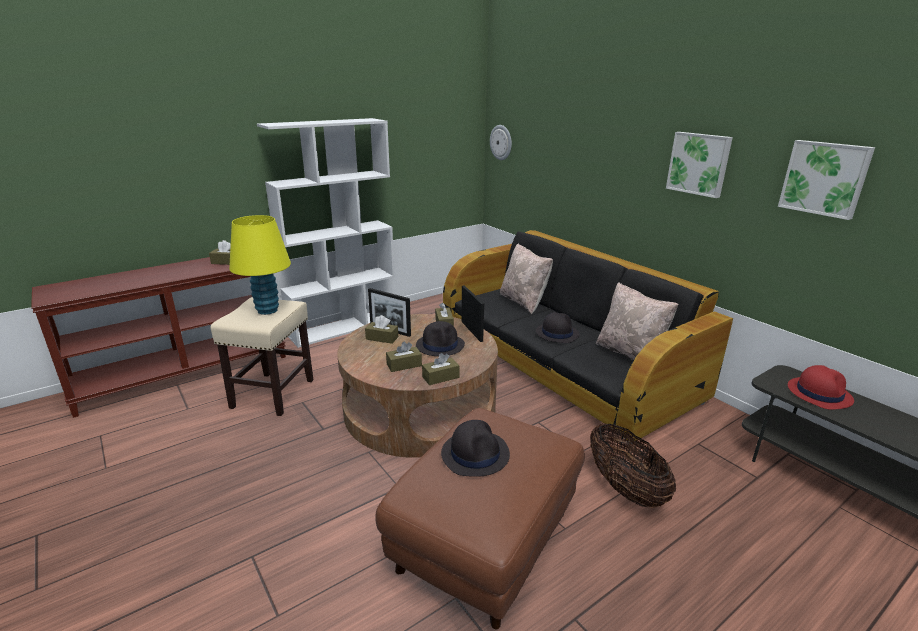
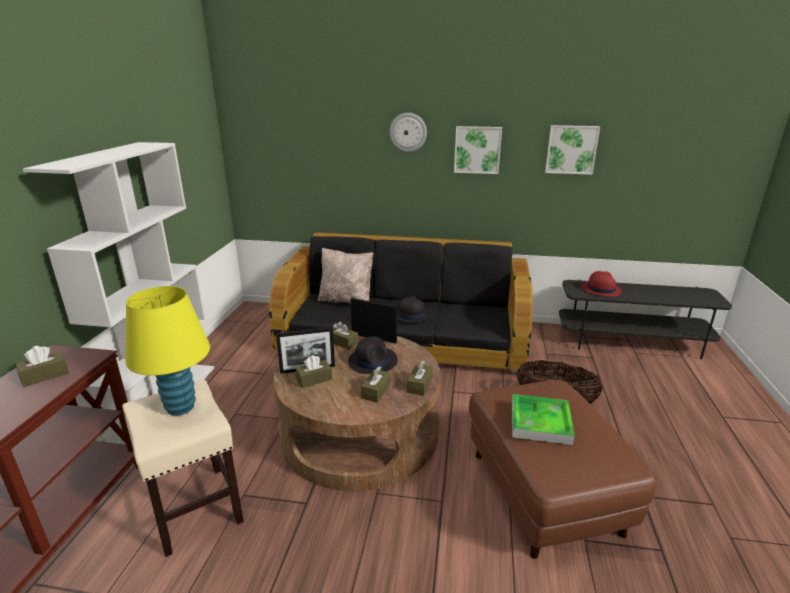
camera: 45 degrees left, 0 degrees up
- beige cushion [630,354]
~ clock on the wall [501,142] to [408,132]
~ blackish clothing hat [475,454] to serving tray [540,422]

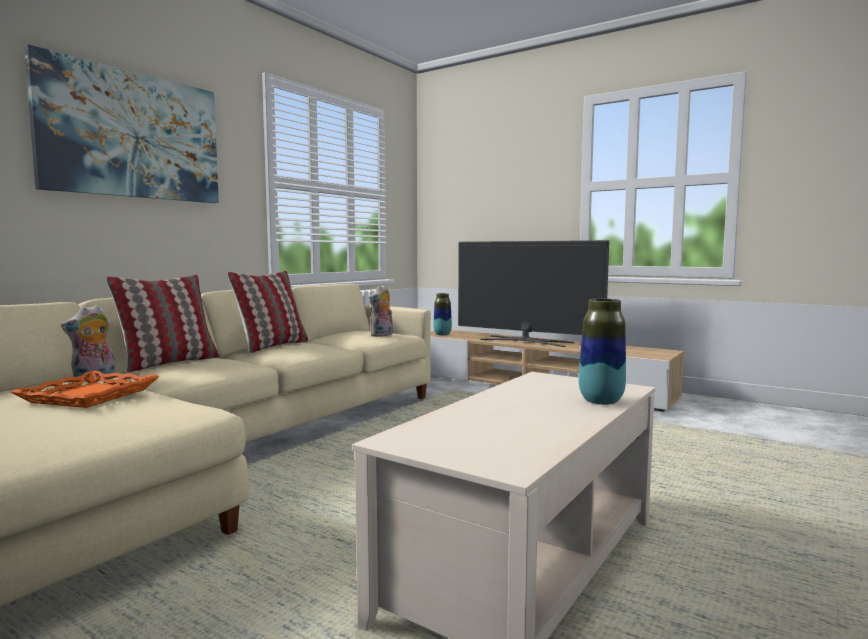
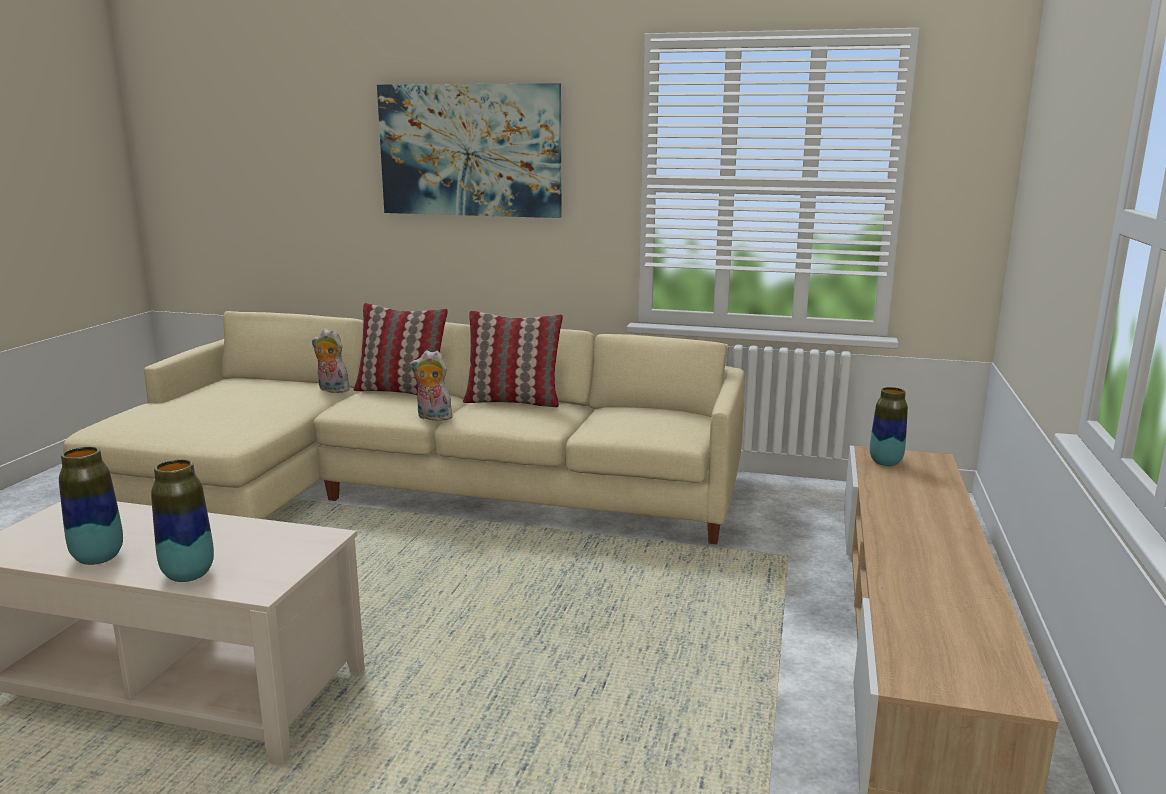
camera: 70 degrees right, 10 degrees up
- orange serving tray [89,396]
- TV set [526,341]
+ decorative vase [98,558]
~ plush toy [382,335] to [432,417]

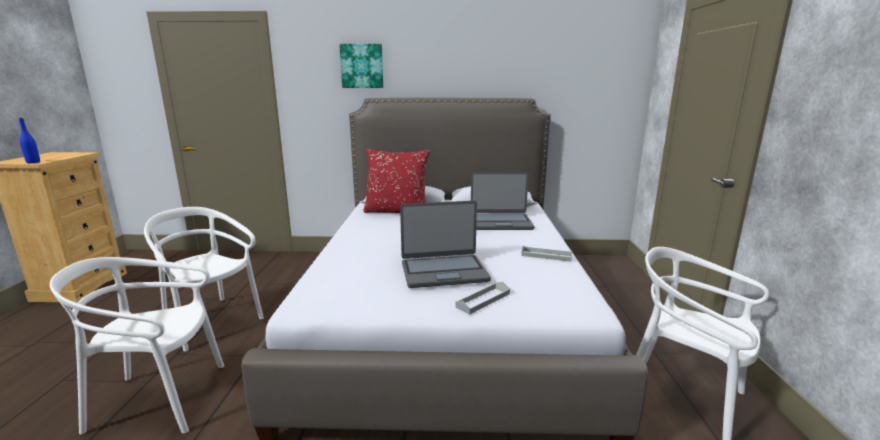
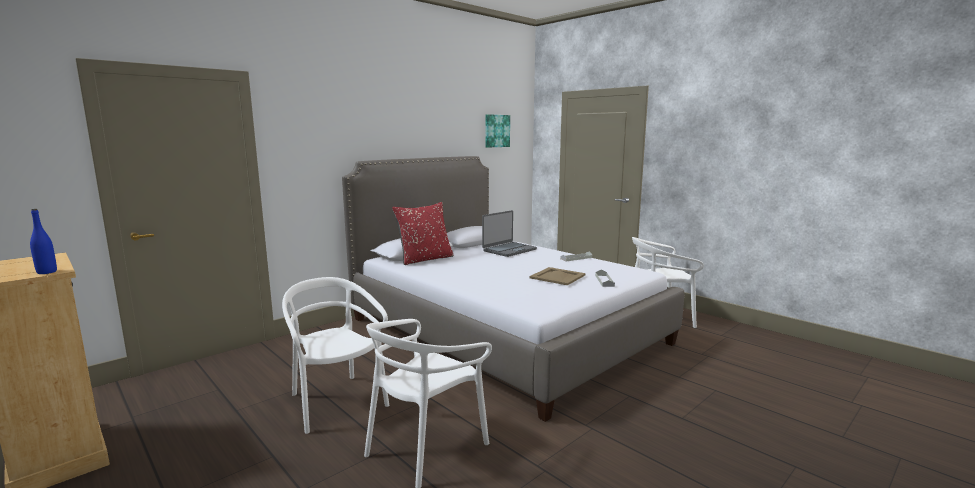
camera: 45 degrees left, 5 degrees down
~ picture [362,66] to [496,131]
~ notebook computer [443,271] to beige serving tray [557,276]
~ white-coloured upright chair [210,322] = [336,402] 60 degrees clockwise

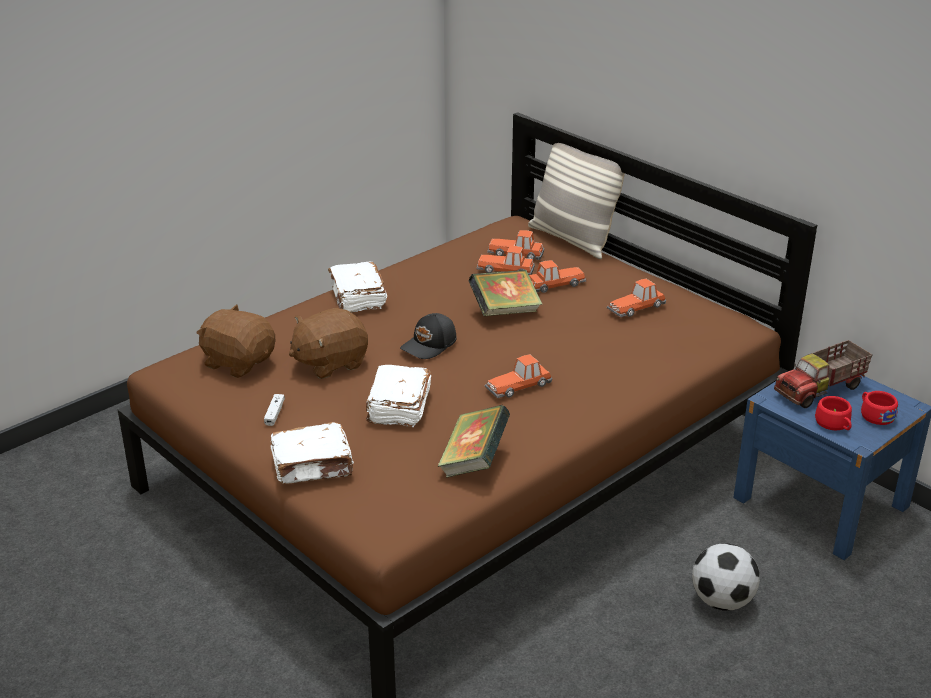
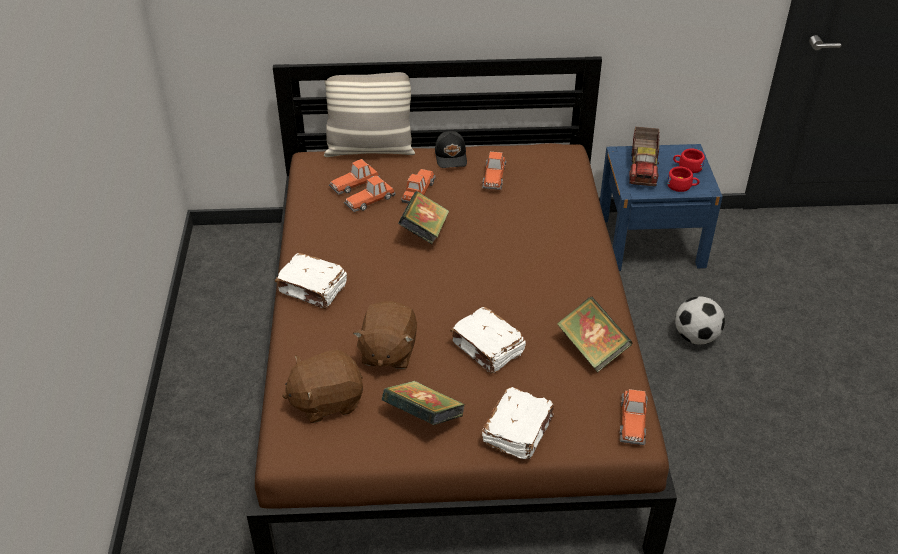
camera: 50 degrees left, 10 degrees up
~ blackish peaked cap [430,345] to [451,156]
~ model car [518,386] to [632,420]
~ white-coloured joypad [274,413] to book [423,417]

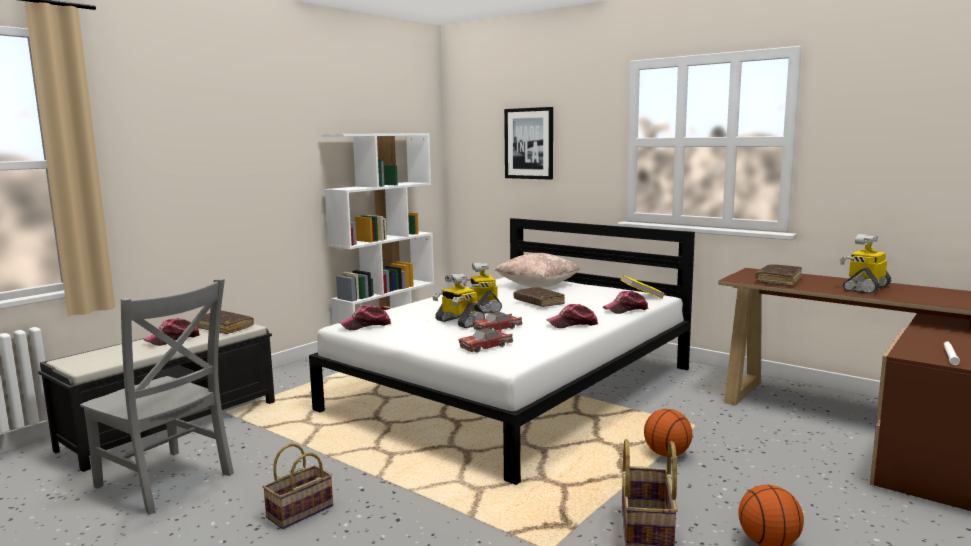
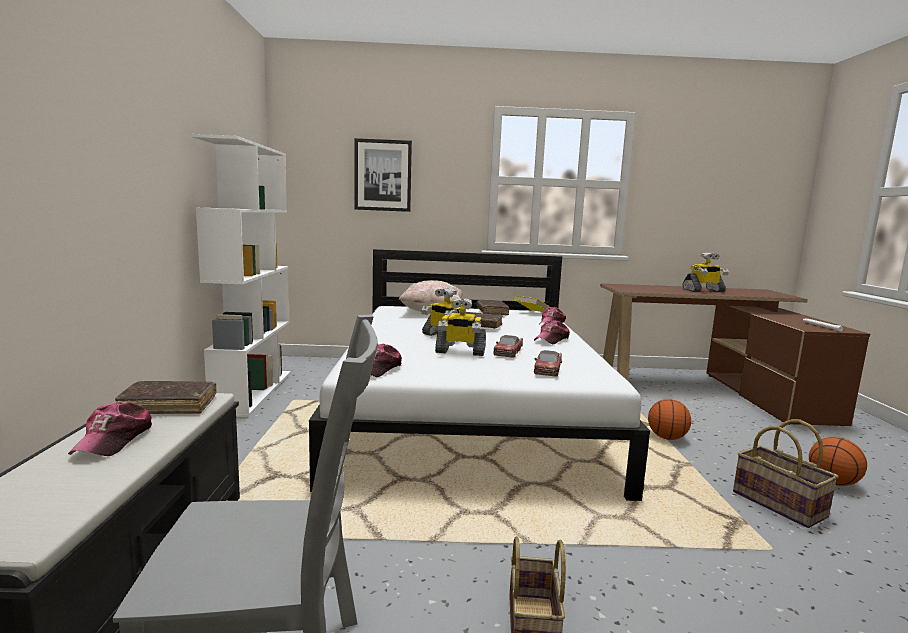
camera: 40 degrees left, 0 degrees up
~ brown-coloured book [778,280] to [492,312]
~ toy robot [865,288] = [703,290] 105 degrees counterclockwise

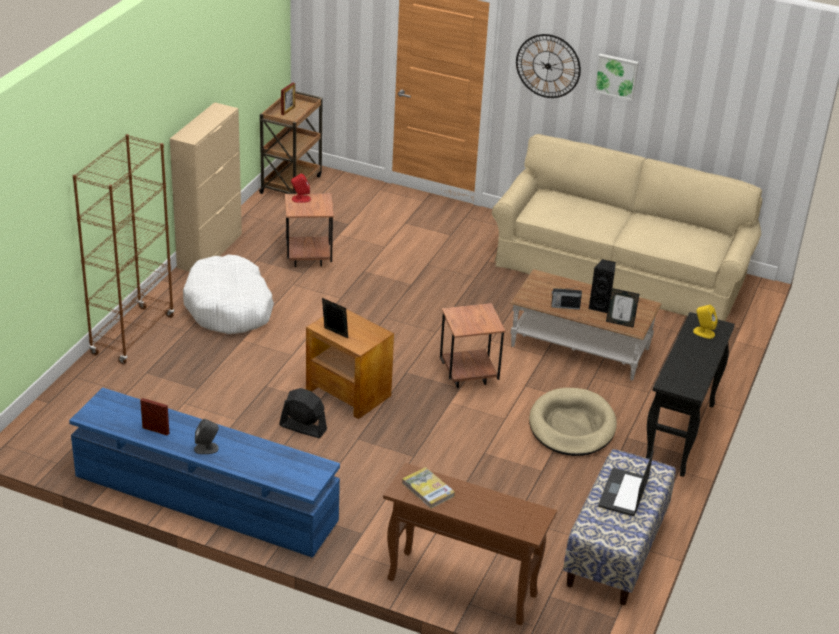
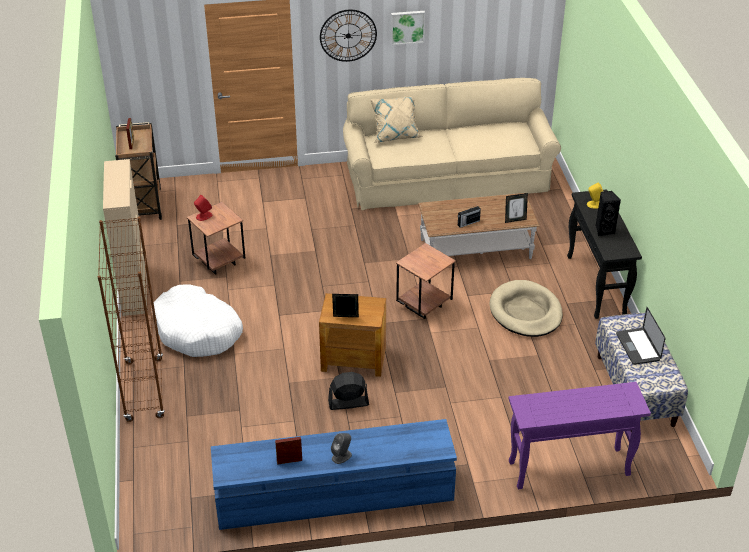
camera: 30 degrees left, 5 degrees up
- book [428,490]
+ beige cushion [395,135]
~ blackish loudspeaker [600,306] to [604,230]
~ brown-coloured narrow table [460,587] to purple-coloured narrow table [568,469]

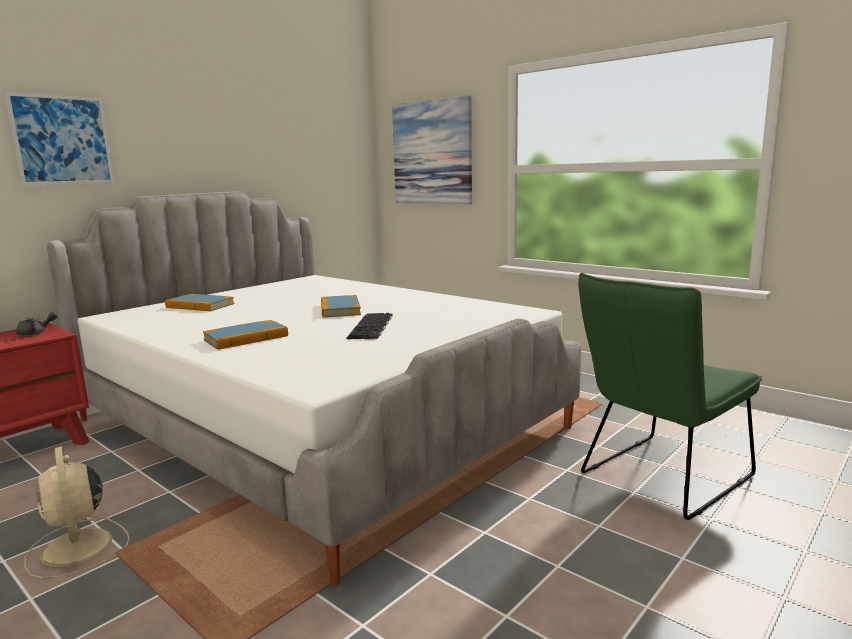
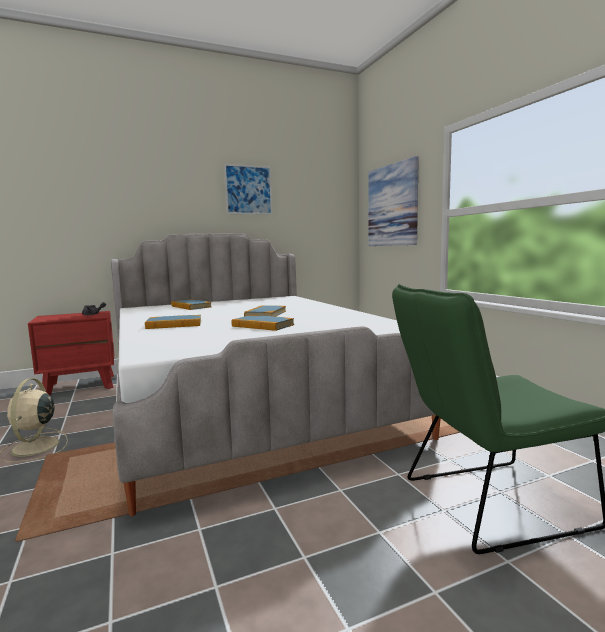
camera: 25 degrees right, 5 degrees down
~ picture [62,140] to [248,190]
~ computer keyboard [372,327] to book [262,325]

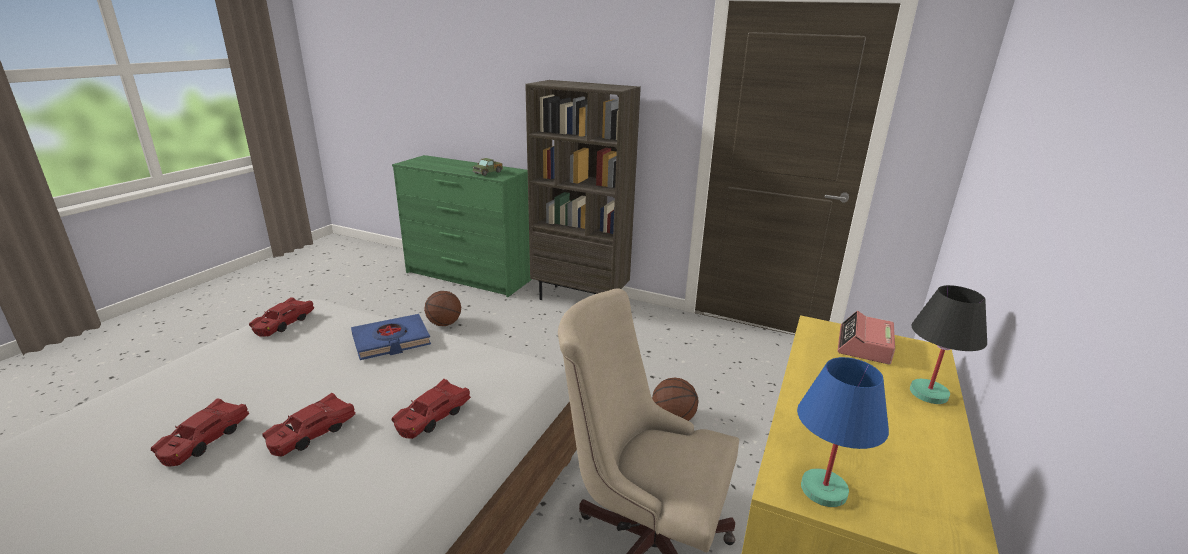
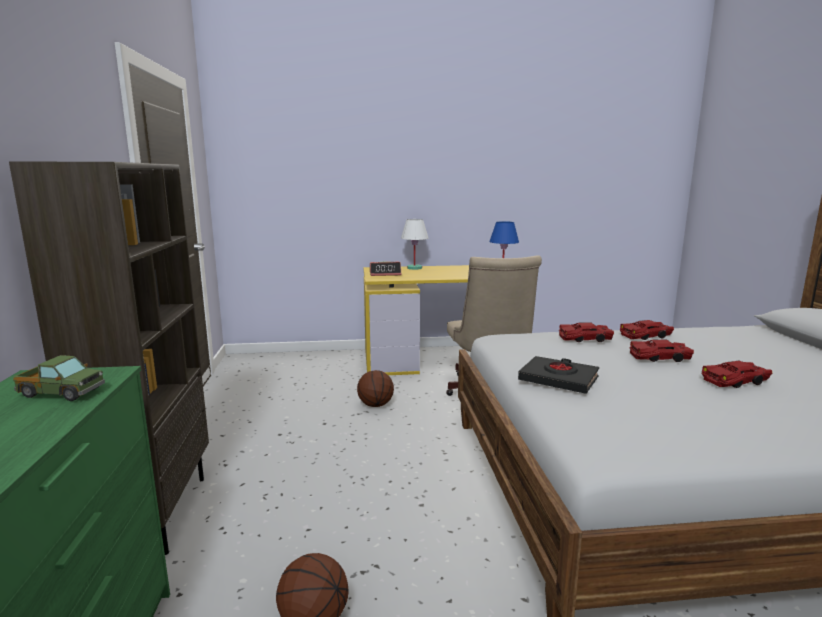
camera: 120 degrees left, 10 degrees down
~ red-coloured model car [283,323] to [646,336]
~ blue-coloured book [391,341] to blackish book [558,379]
~ blackish lamp for a table [929,394] to white-coloured lamp for a table [414,268]

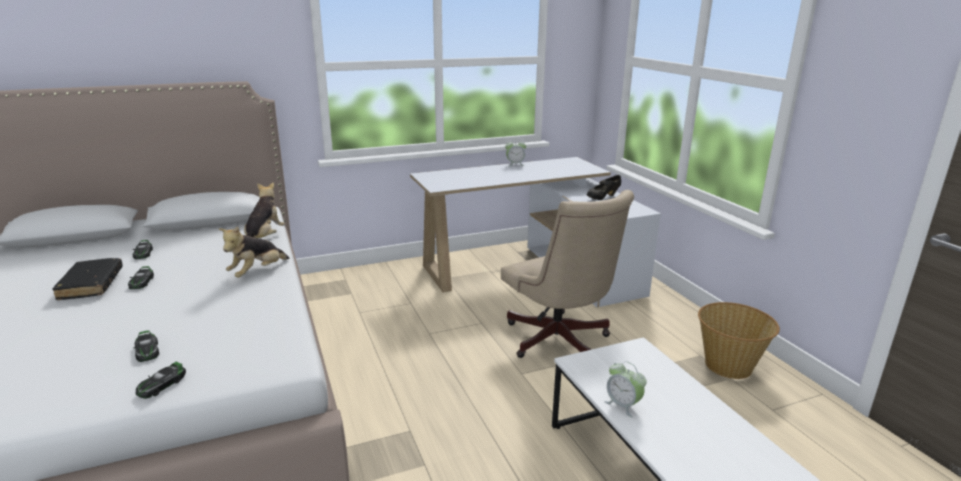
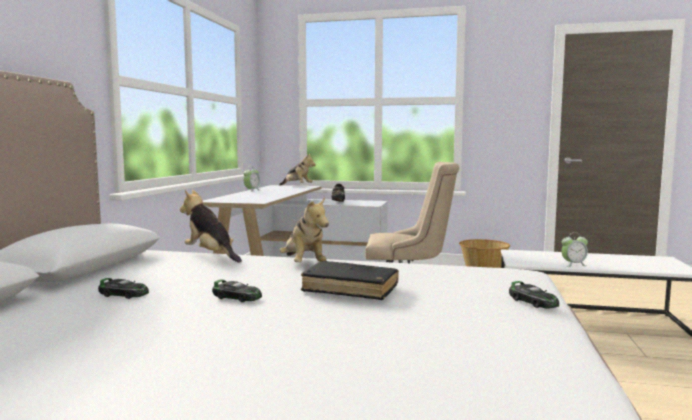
camera: 55 degrees left, 15 degrees down
- model car [147,350]
+ plush toy [297,186]
~ blackish book [91,285] to [350,289]

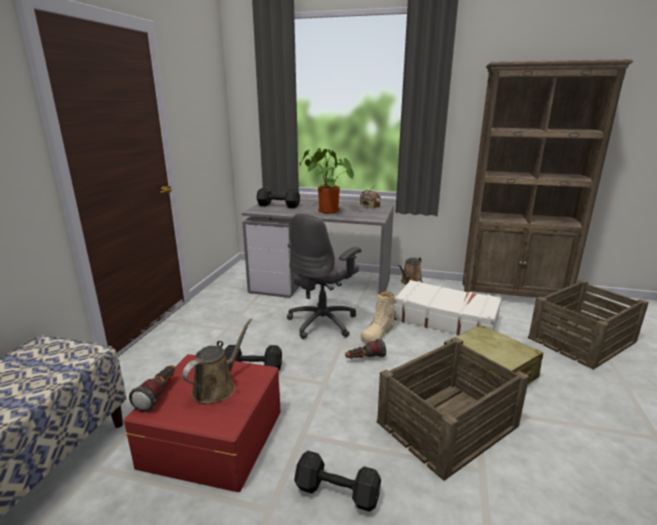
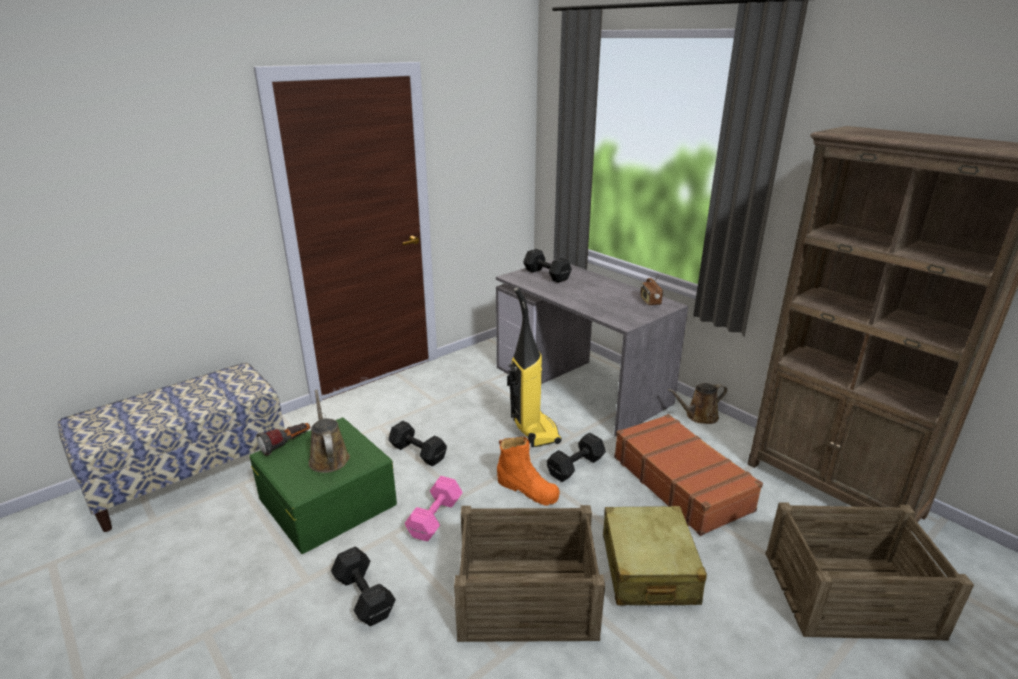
camera: 35 degrees right, 5 degrees up
- plant in a pot [326,211]
+ pink-coloured free weight [434,519]
~ gray desk chair [323,322] to vacuum [533,430]
~ torch [364,359] to orange tall boot [527,489]
~ beige tall boot [378,333] to blackish free weight [577,466]
~ red-coloured storage container [212,437] to green storage container [327,500]
~ white-coloured piece of luggage [445,319] to brown-coloured piece of luggage [681,482]
~ brown-coloured watering pot [217,387] = [328,457] 90 degrees counterclockwise

